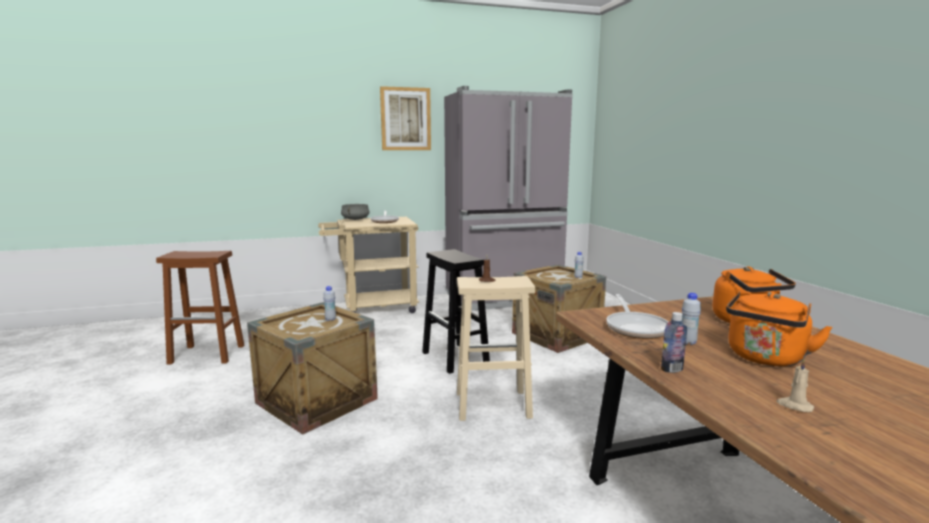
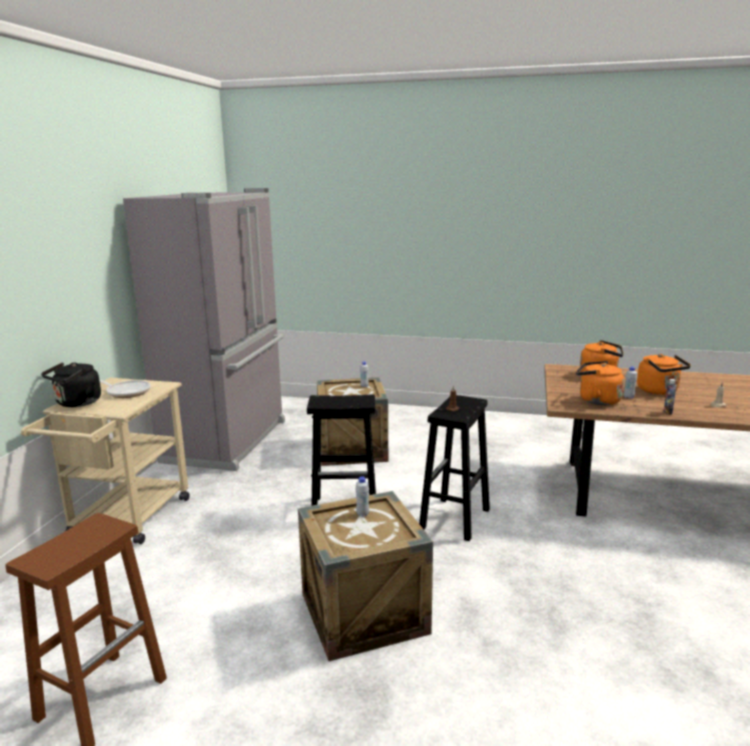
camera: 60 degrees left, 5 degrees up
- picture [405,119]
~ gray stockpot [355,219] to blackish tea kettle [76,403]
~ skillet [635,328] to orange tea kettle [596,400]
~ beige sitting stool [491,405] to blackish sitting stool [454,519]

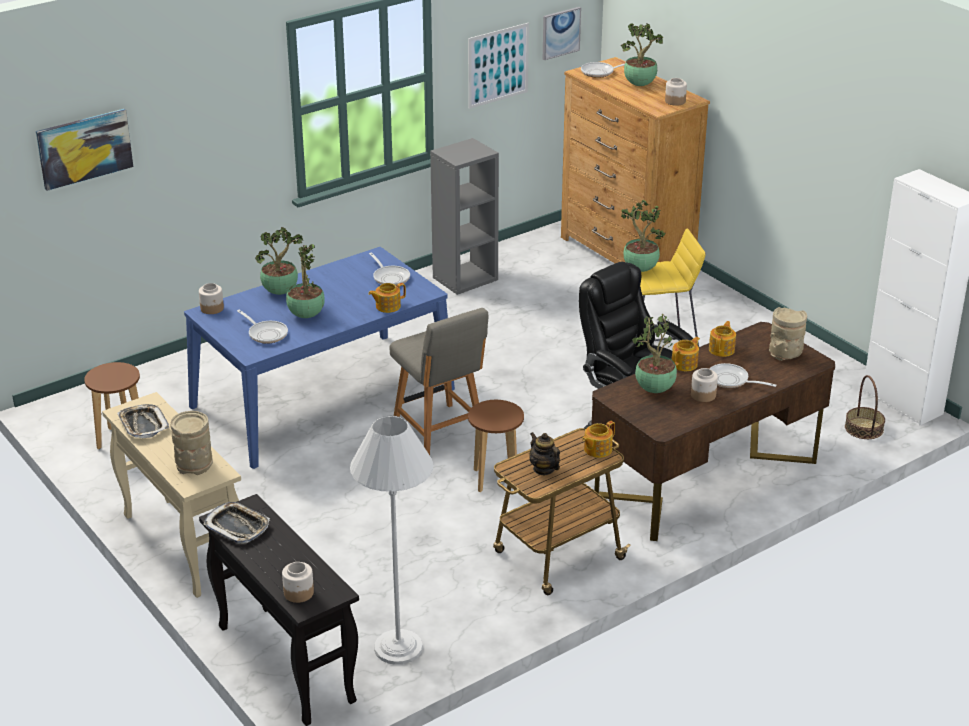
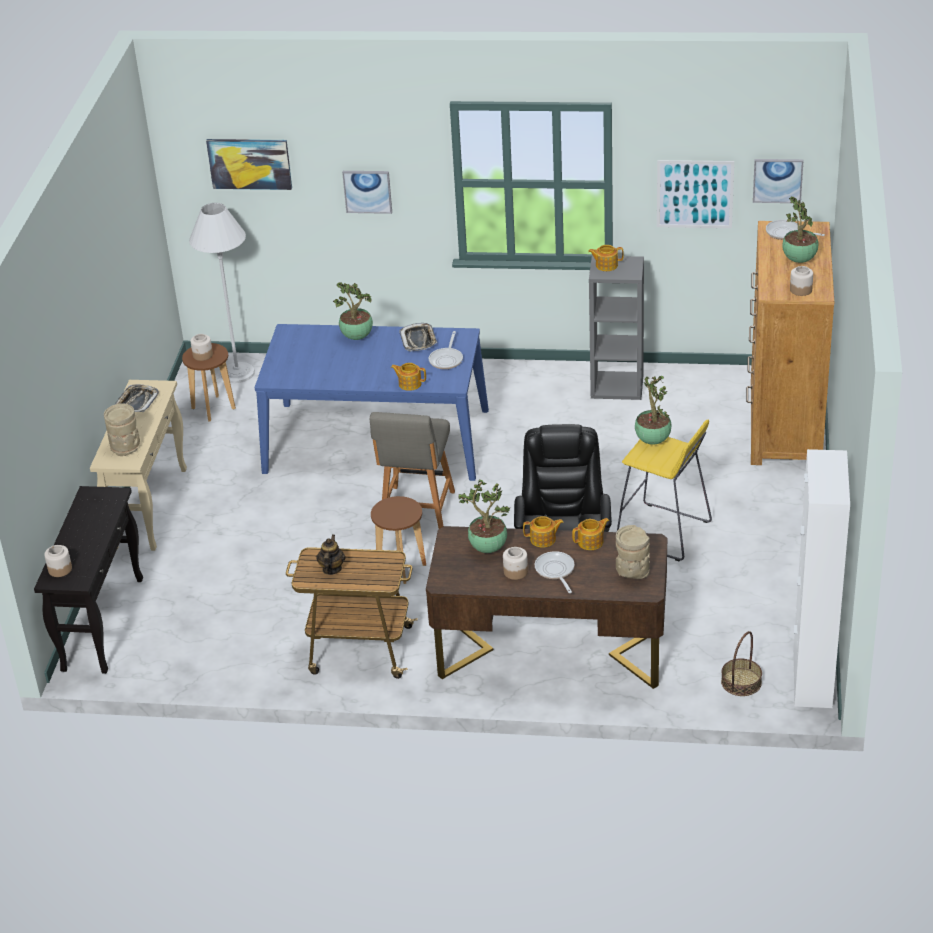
camera: 45 degrees right, 5 degrees up
- skillet [266,333]
- plant in a pot [306,315]
+ picture [367,191]
~ jar [212,308] to [203,355]
~ serving tray [237,526] to [419,340]
~ white-coloured standing lamp [398,647] to [237,373]
~ pot for tea [597,449] to [606,265]

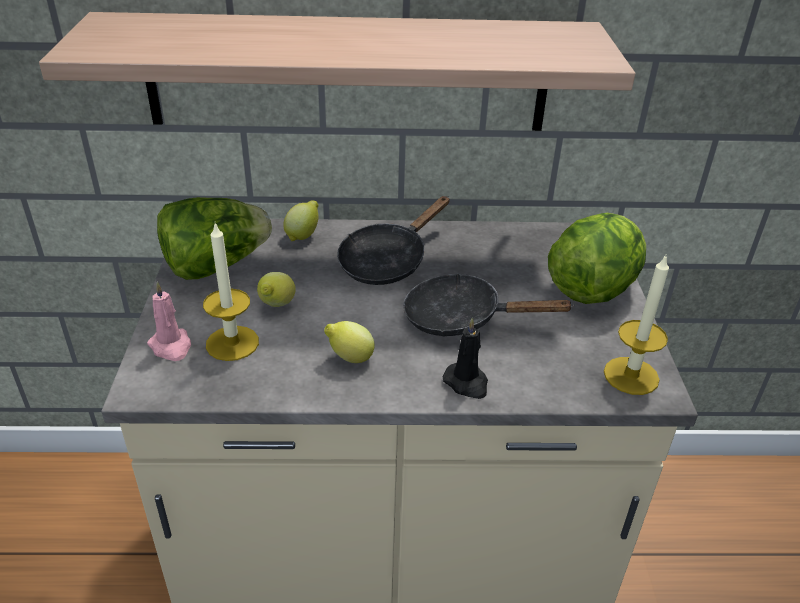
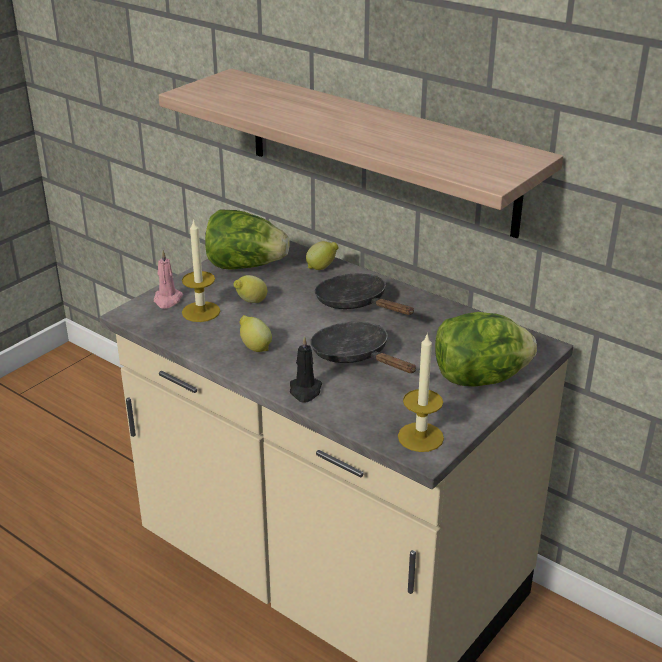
camera: 40 degrees right, 5 degrees down
~ blackish skillet [388,261] = [356,304] 60 degrees clockwise

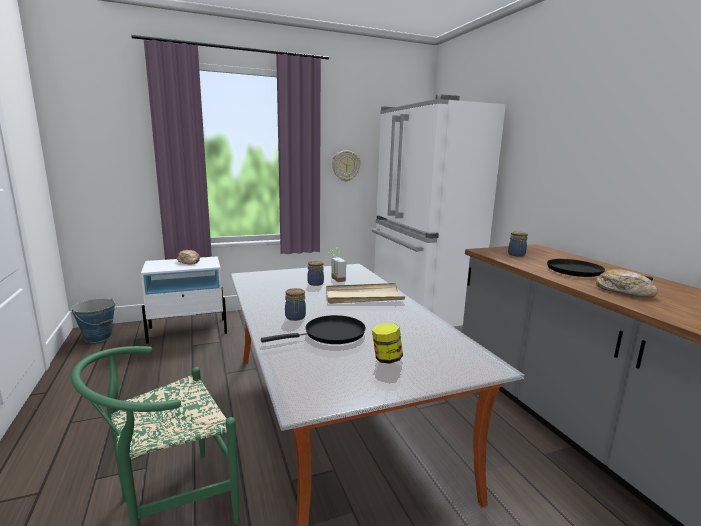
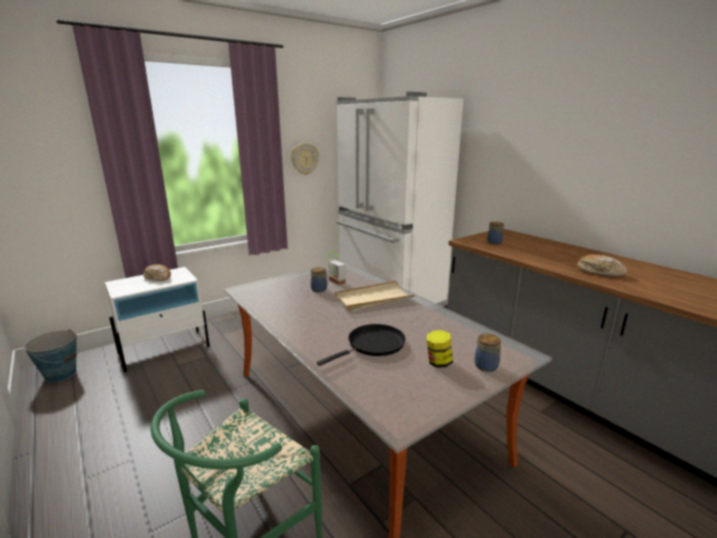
camera: 15 degrees left, 5 degrees up
- blackish skillet [579,272]
~ jar [295,317] to [486,367]

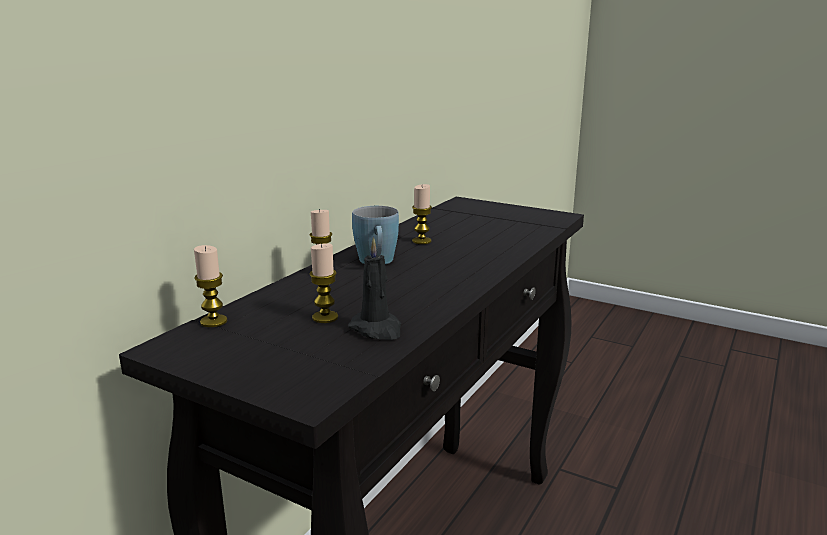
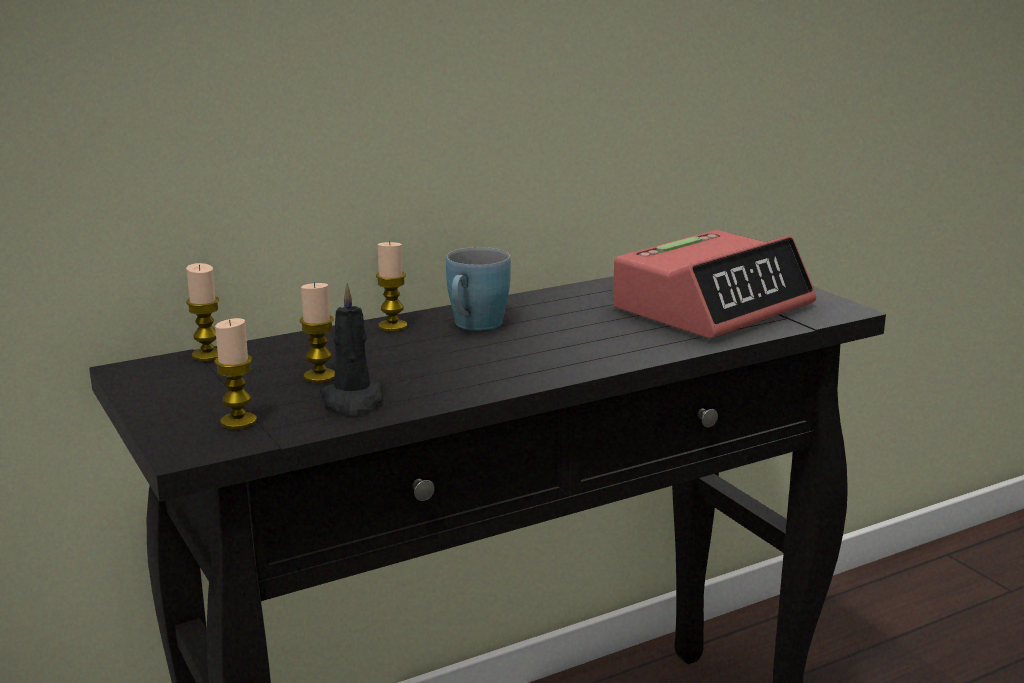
camera: 30 degrees right, 0 degrees up
+ alarm clock [713,307]
~ wax candle [421,241] to [238,421]

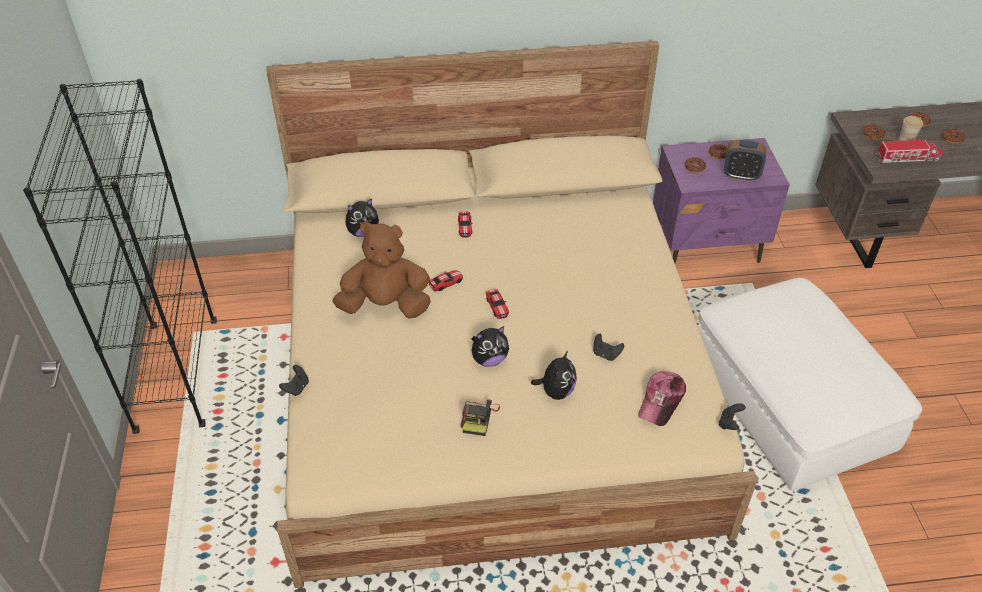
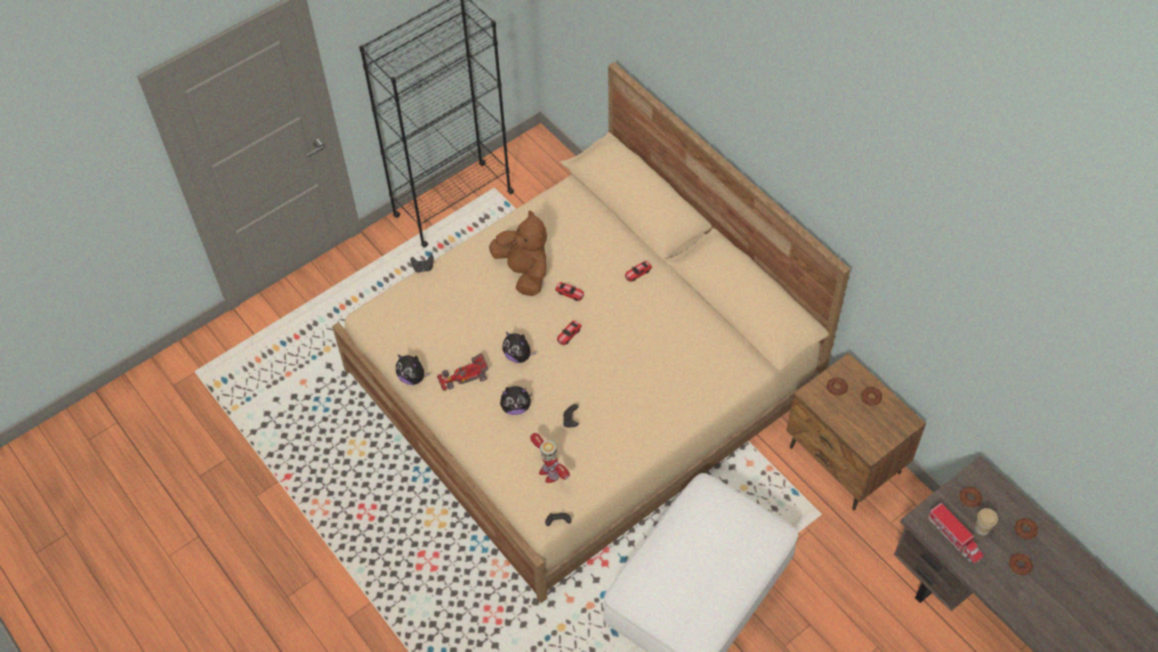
camera: 60 degrees right, 10 degrees up
- alarm clock [741,175]
~ plush toy [363,232] to [413,377]
~ photo camera [478,417] to model car [463,375]
~ peaked cap [661,401] to toy robot [549,473]
~ purple-coloured night table [707,244] to brown-coloured night table [844,461]

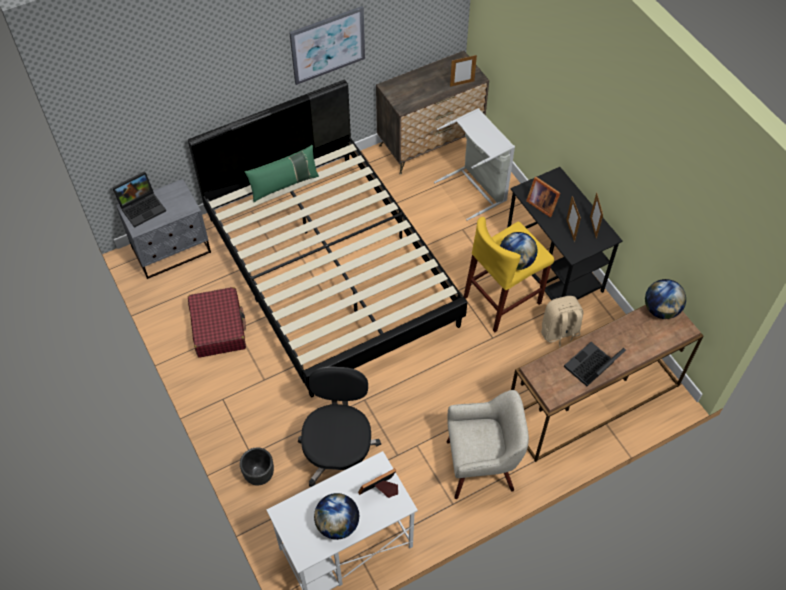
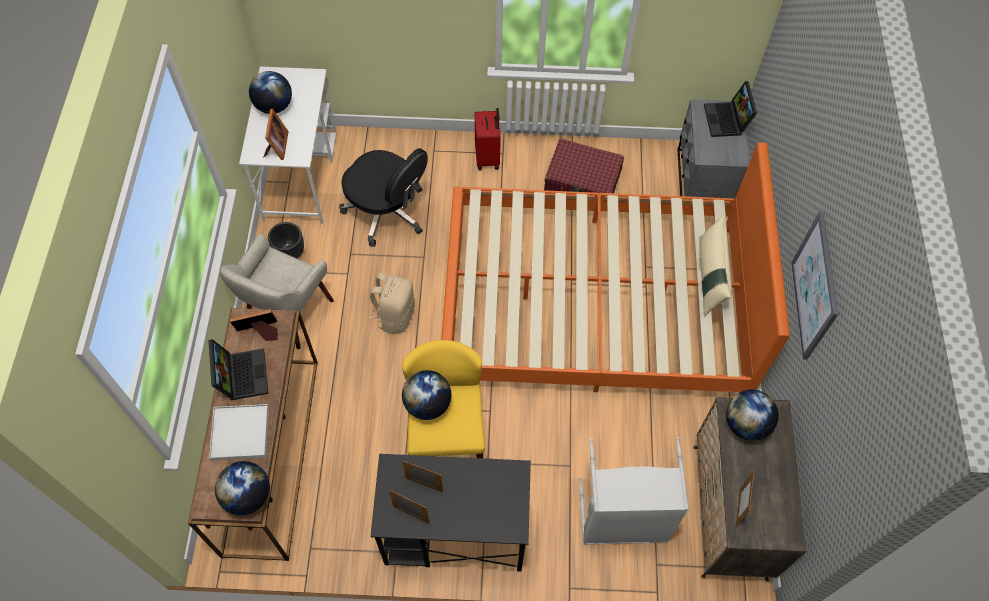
camera: 120 degrees right, 5 degrees up
+ white-coloured serving tray [240,433]
+ red-coloured piece of luggage [488,157]
+ globe [746,424]
~ blackish planter [259,475] to [290,252]
~ photo frame [541,204] to [260,332]
~ beige rucksack [559,334] to [395,315]
~ blackish bedroom bed [331,269] to orange bedroom bed [594,304]
~ green cushion [284,185] to beige cushion [709,277]

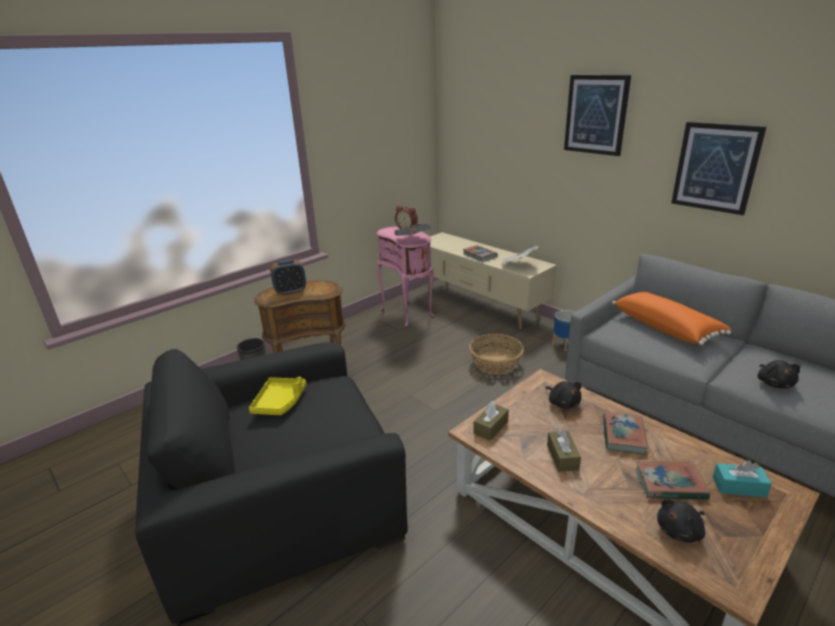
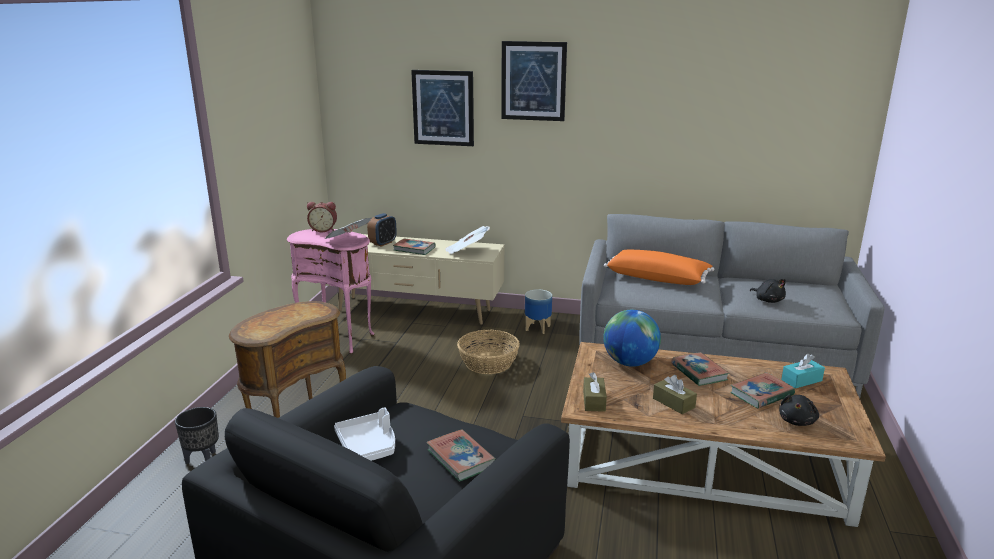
camera: 35 degrees left, 5 degrees down
+ book [461,458]
~ alarm clock [290,291] to [383,243]
~ picture [716,167] to [443,108]
~ blackish plush toy [563,403] to globe [629,363]
~ yellowish serving tray [280,402] to white-coloured serving tray [368,446]

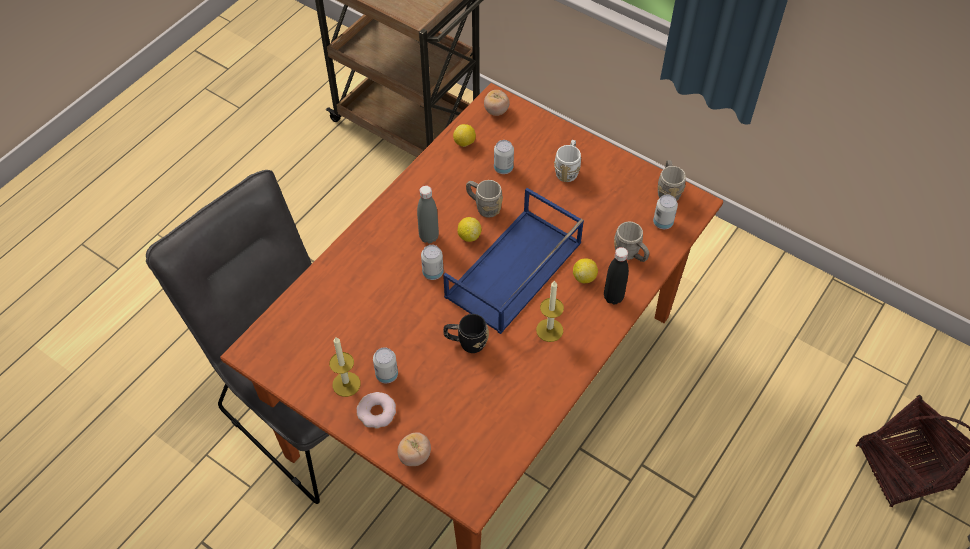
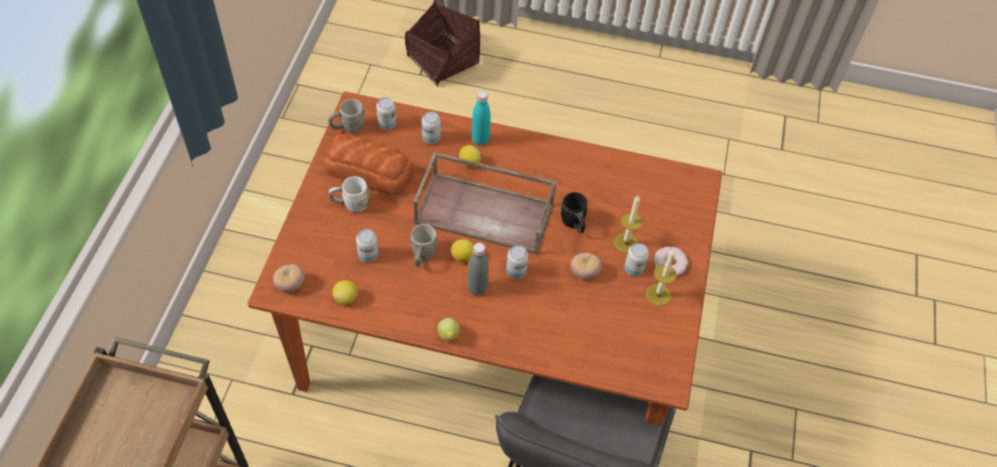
camera: 115 degrees left, 0 degrees up
+ baked bread [370,171]
+ whole lemon [449,336]
~ tomato [415,456] to [584,272]
~ wax candle [549,330] to [625,243]
~ gray tea mug [630,254] to metal can [431,138]
~ blue-coloured serving tray [514,271] to brown-coloured serving tray [486,212]
~ blackish drink bottle [613,297] to blue-green drink bottle [480,139]

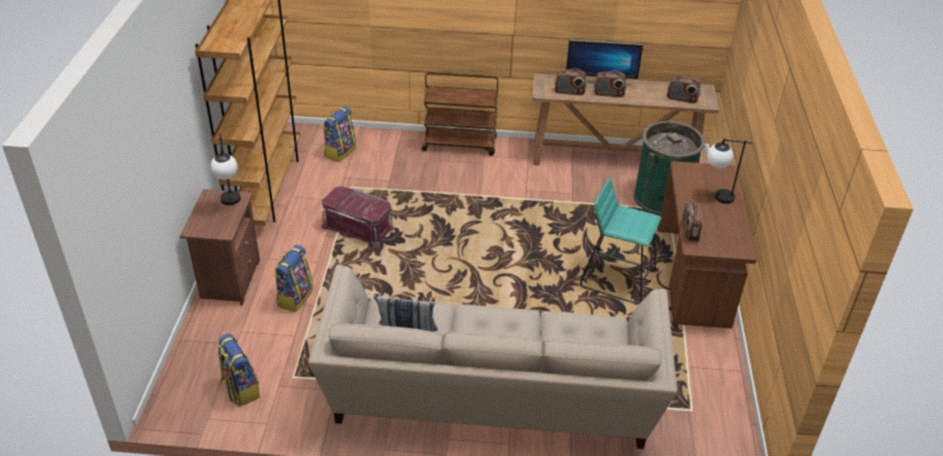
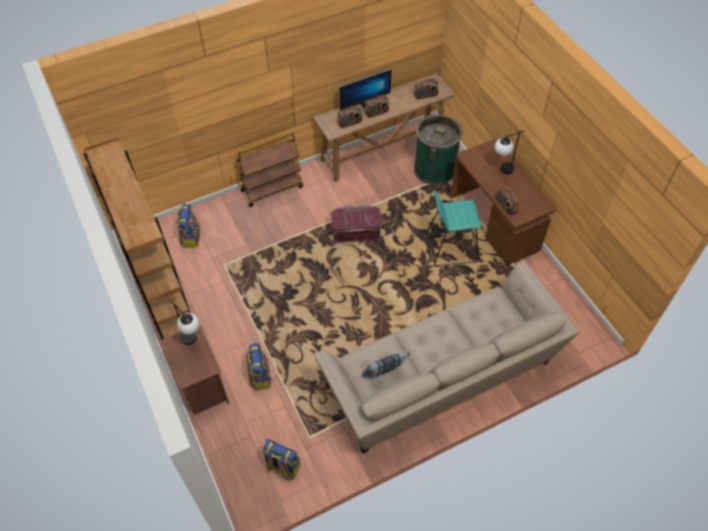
camera: 30 degrees left, 15 degrees up
~ red-coloured storage container [358,227] to [356,232]

